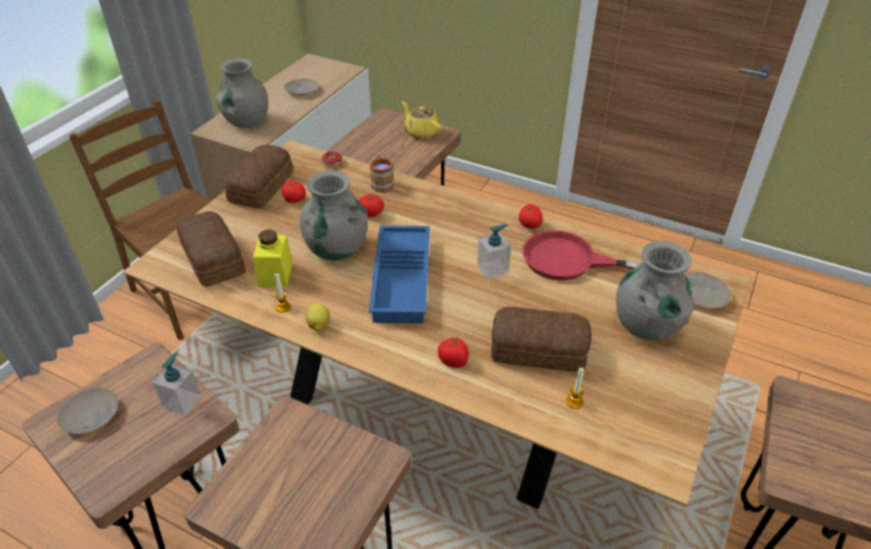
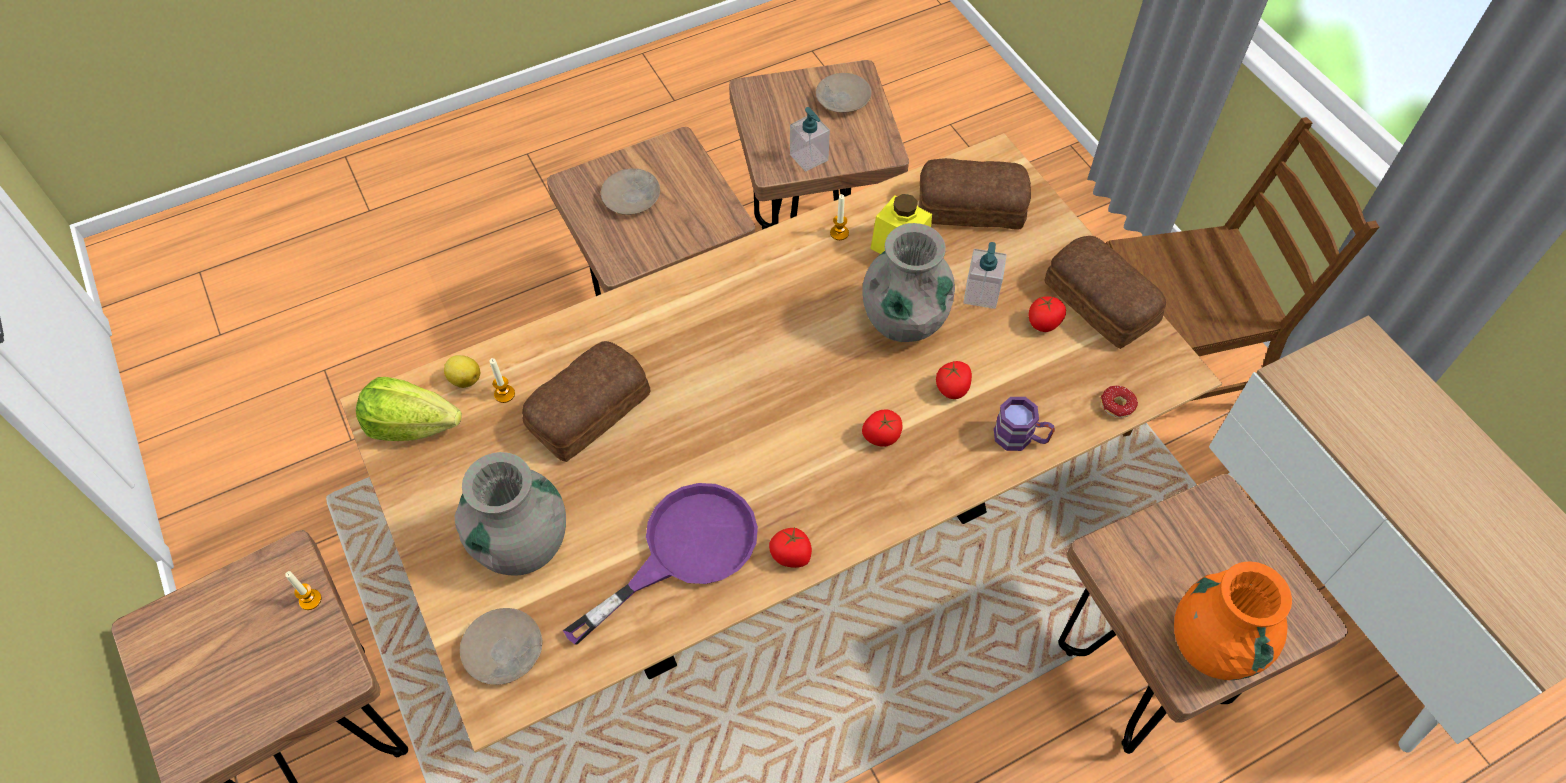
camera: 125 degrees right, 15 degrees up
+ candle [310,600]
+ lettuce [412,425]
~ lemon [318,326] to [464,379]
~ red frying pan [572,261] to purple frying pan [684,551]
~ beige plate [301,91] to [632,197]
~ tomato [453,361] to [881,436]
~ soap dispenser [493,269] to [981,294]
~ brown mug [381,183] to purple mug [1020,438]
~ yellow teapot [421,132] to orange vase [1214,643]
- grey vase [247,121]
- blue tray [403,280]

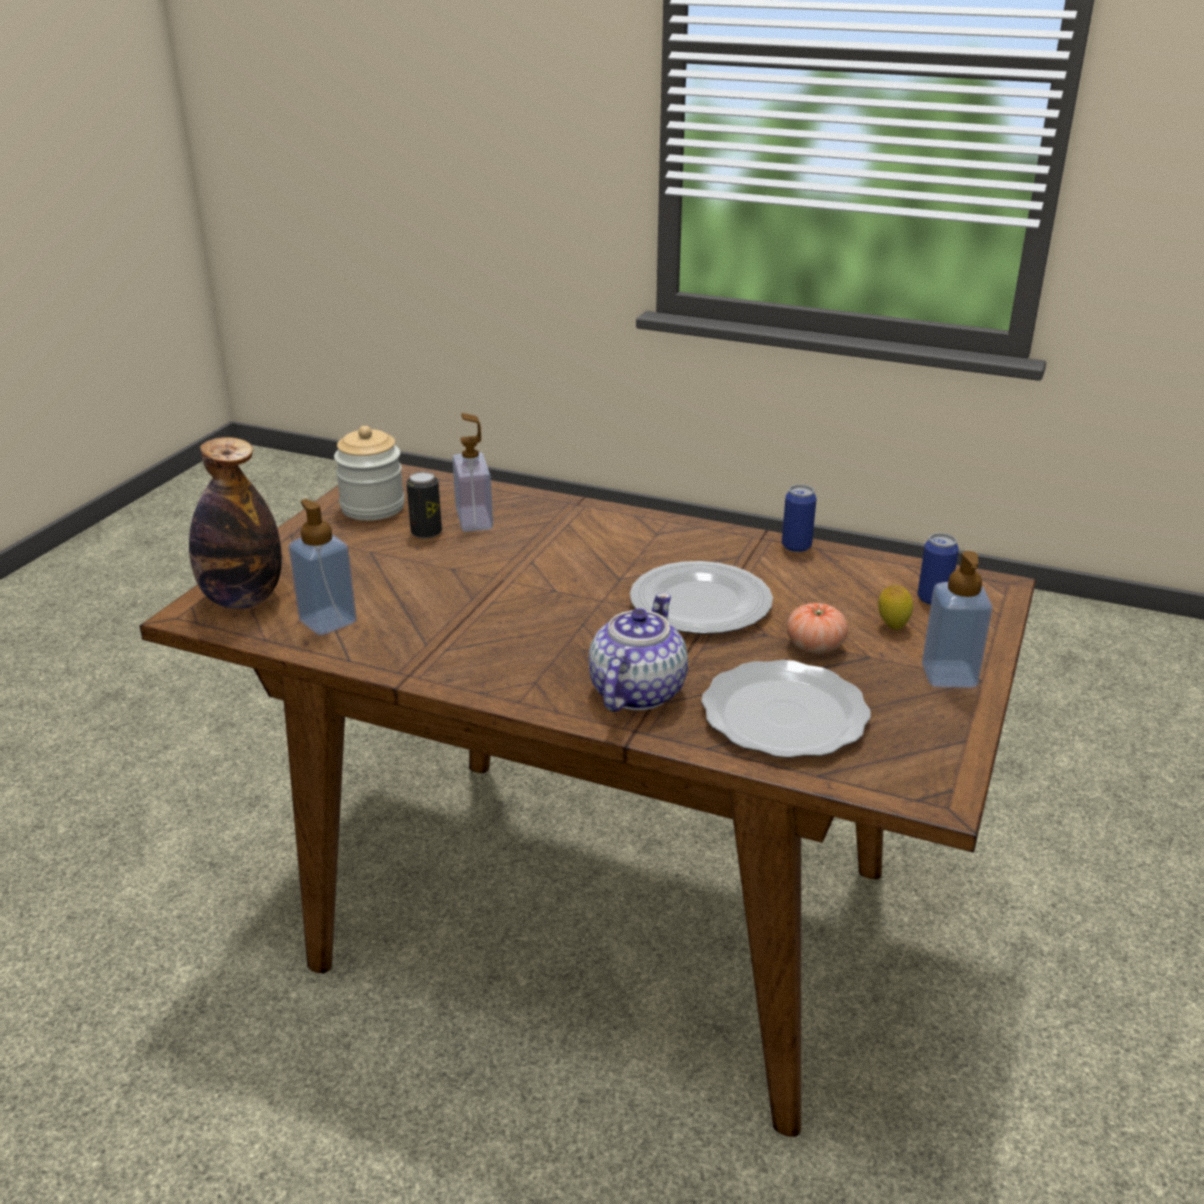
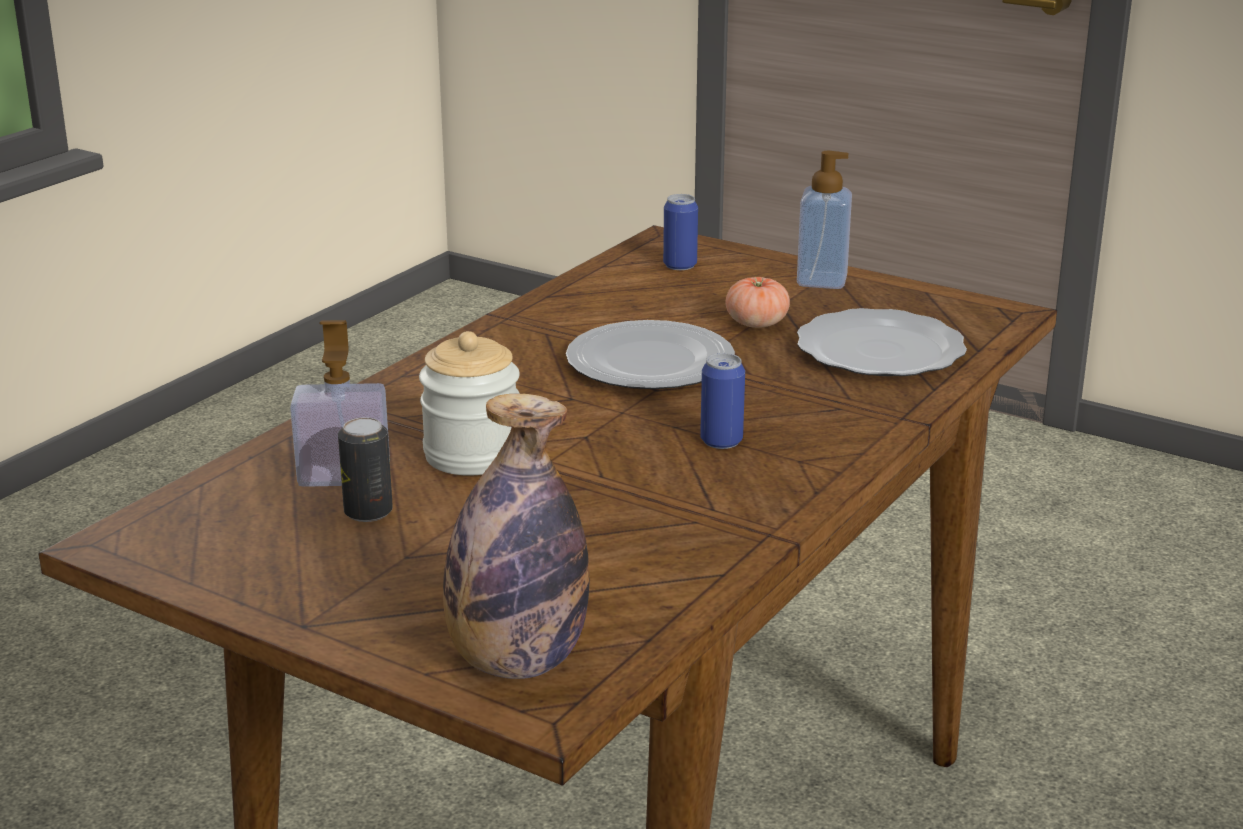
camera: 80 degrees left, 5 degrees down
~ jar [372,507] to [472,455]
~ can [796,546] to [721,441]
- soap dispenser [328,621]
- teapot [635,692]
- lemon [892,626]

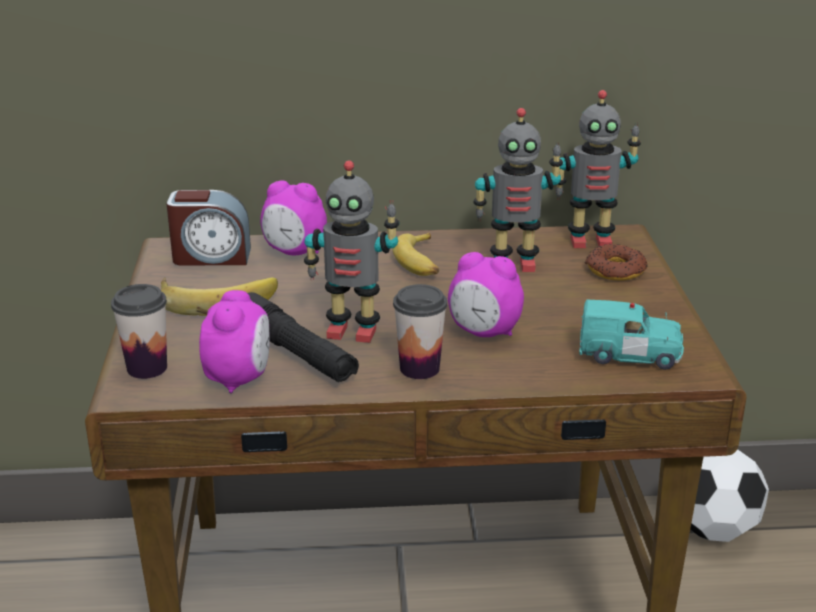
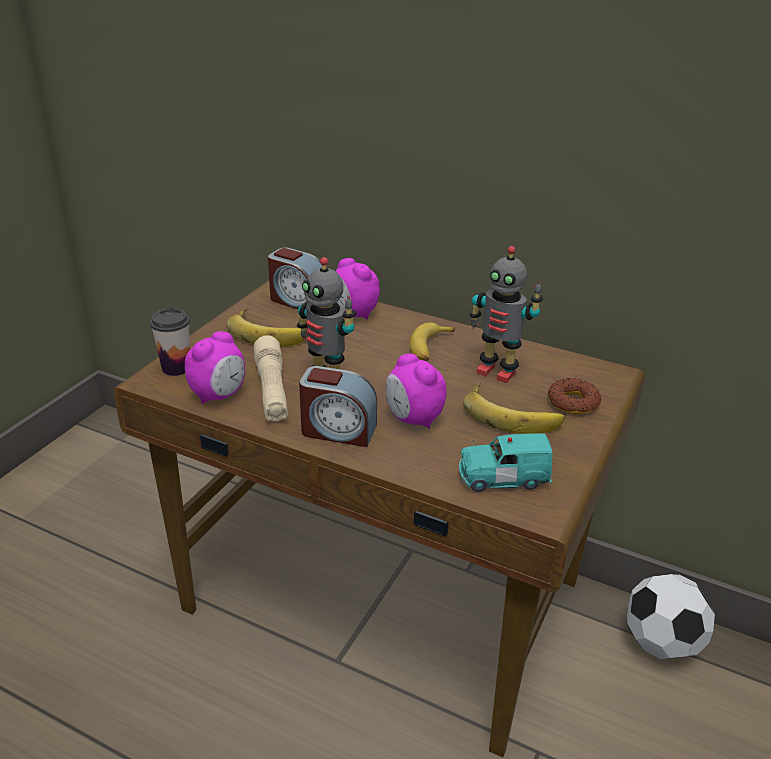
camera: 30 degrees right, 5 degrees up
~ black flashlight [295,354] to beige flashlight [272,390]
~ cup [419,368] to alarm clock [338,430]
~ turquoise toy car [630,355] = [502,478] 135 degrees clockwise
+ banana [512,413]
- toy robot [590,241]

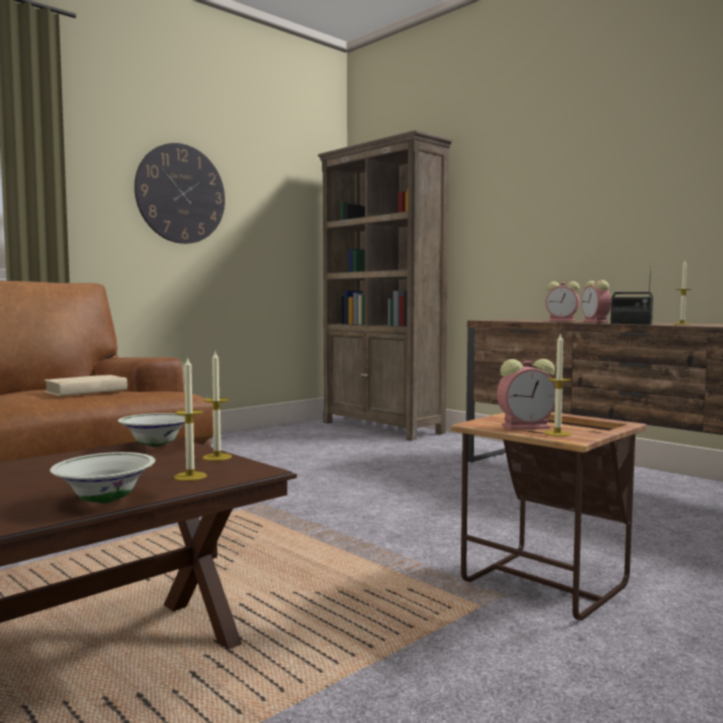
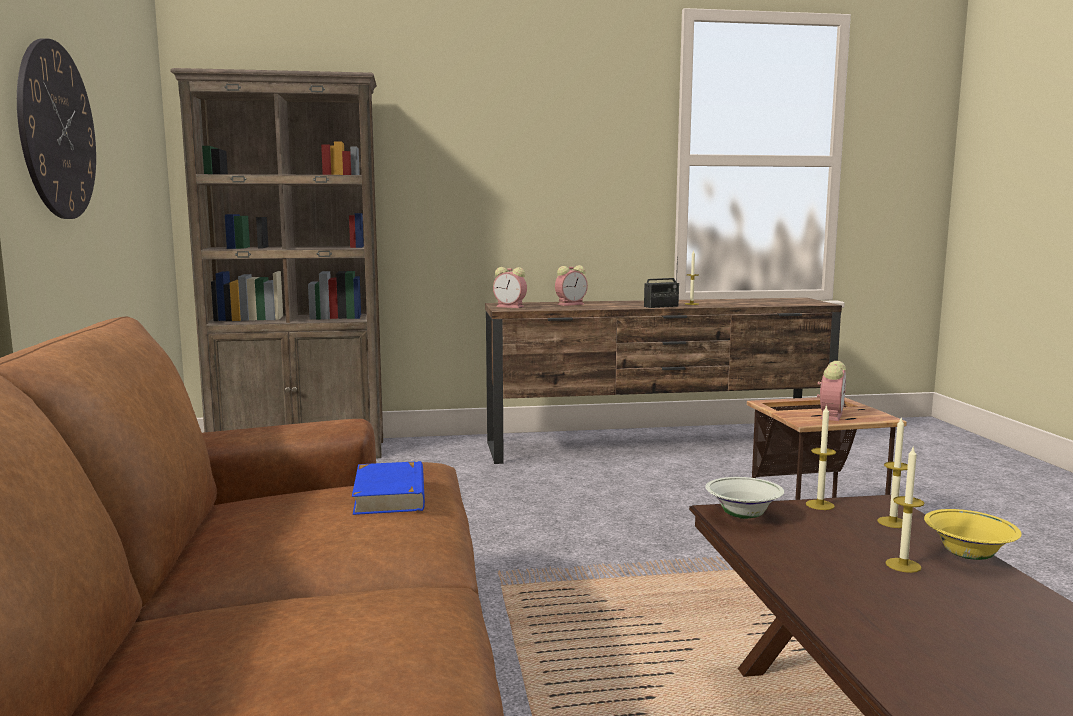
camera: 55 degrees left, 5 degrees up
~ beige book [86,391] to blue book [391,495]
~ alarm clock [596,322] to [511,306]
~ candle [557,433] to [903,565]
~ white bowl [105,501] to yellow bowl [968,556]

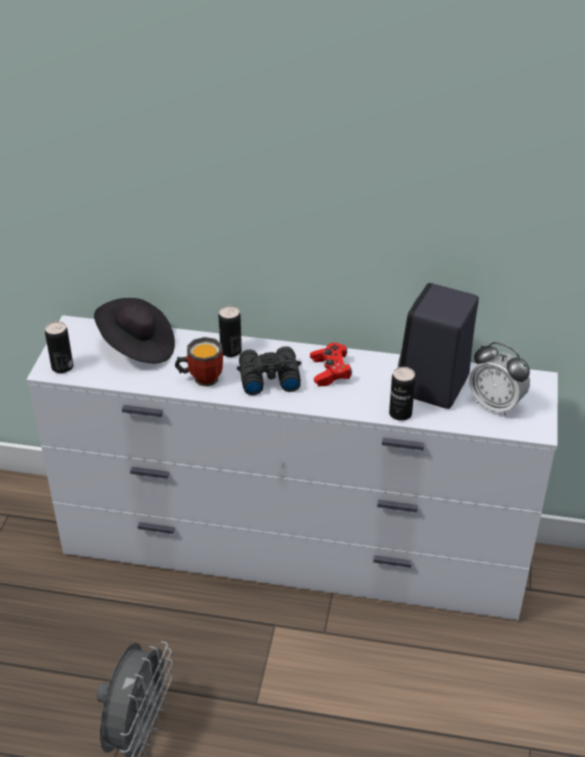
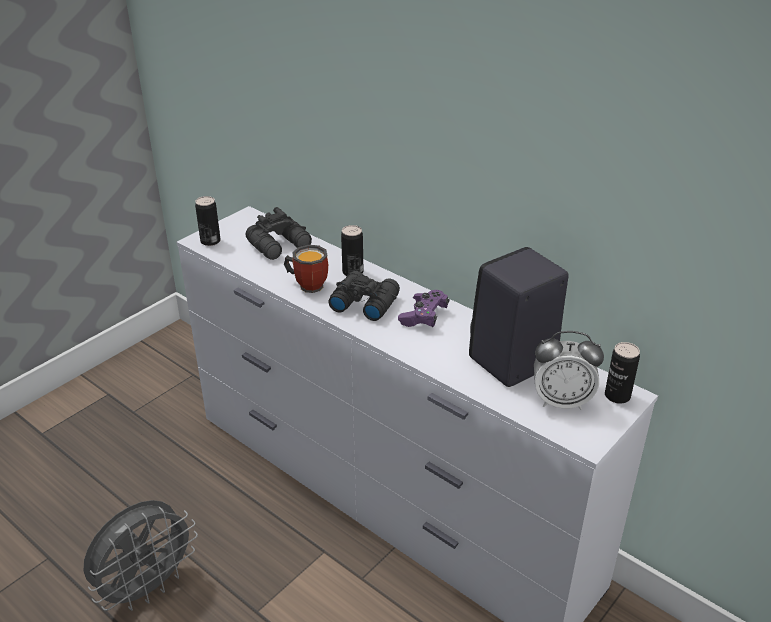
camera: 30 degrees right, 5 degrees down
~ black hat [137,347] to black binoculars [281,245]
~ red game controller [330,371] to purple game controller [423,316]
~ alarm clock [495,405] = [561,401] 60 degrees counterclockwise
~ can [400,414] to [617,396]

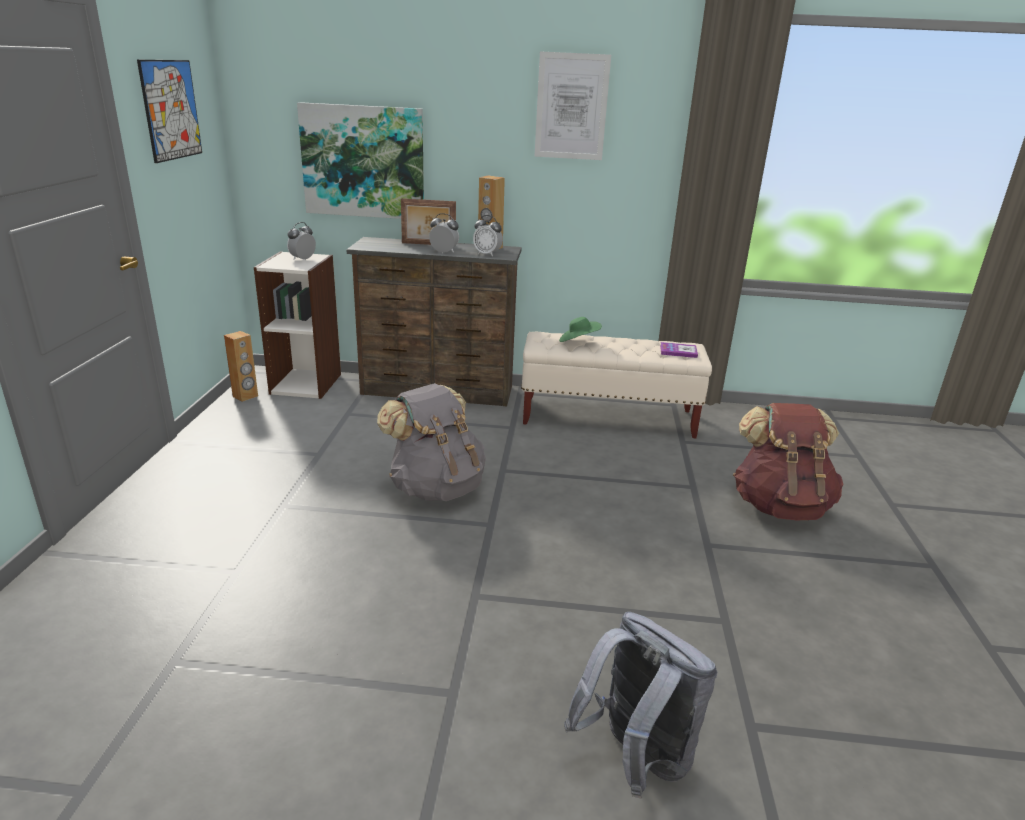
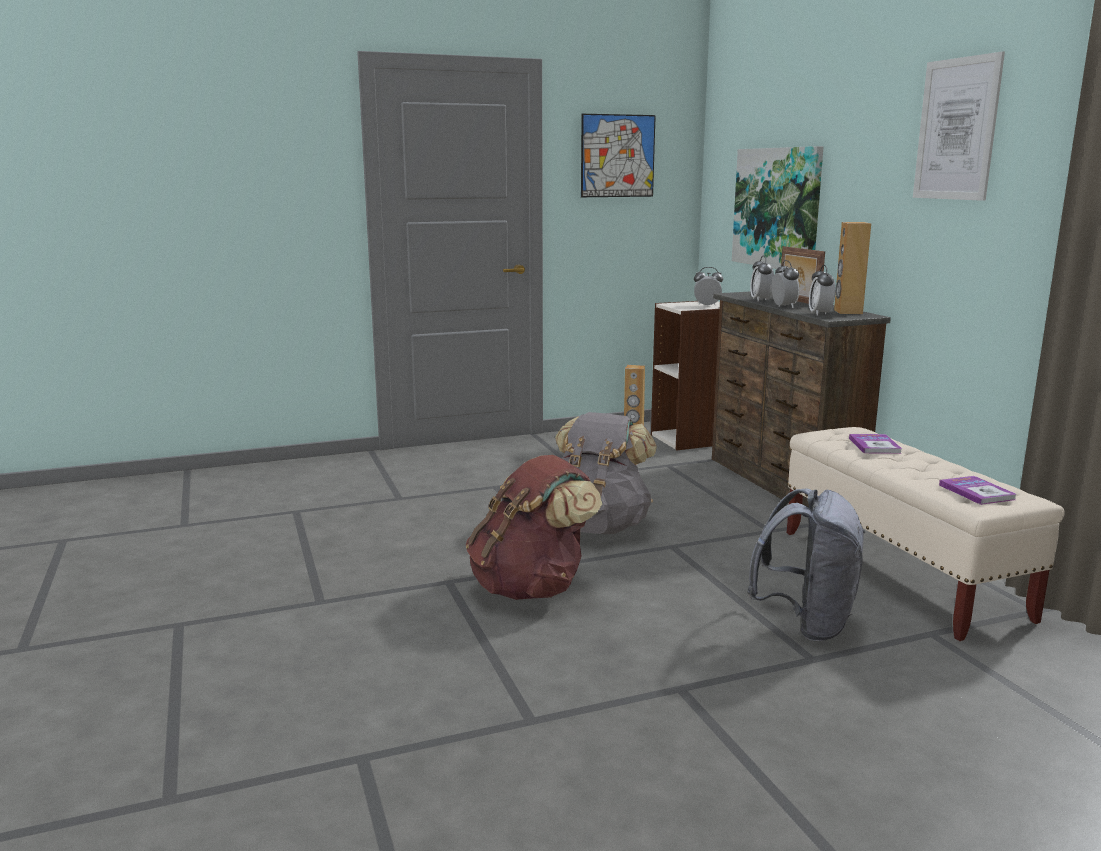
camera: 65 degrees right, 10 degrees down
~ brown backpack [779,505] to [532,588]
~ grey backpack [635,758] to [806,623]
+ alarm clock [760,300]
~ green hat [578,342] to book [874,445]

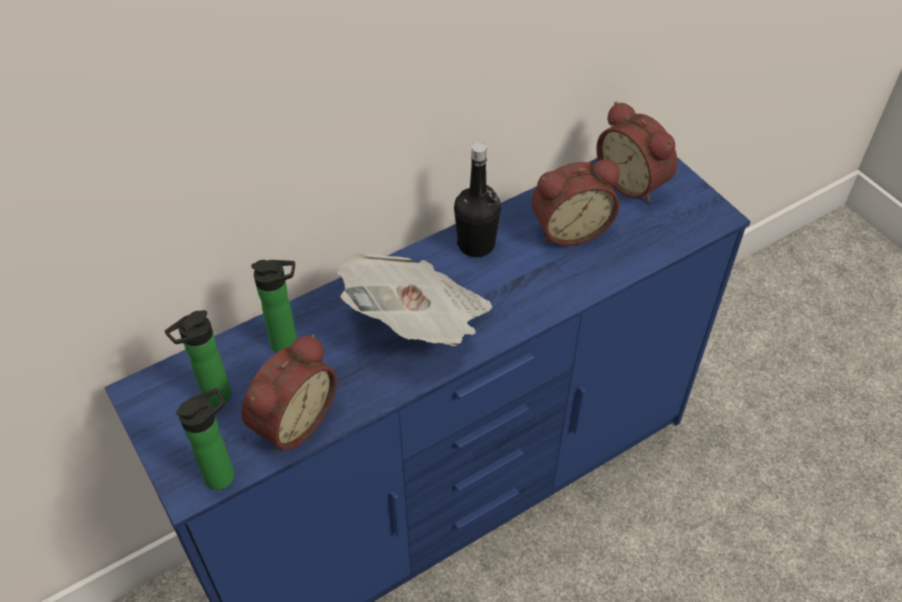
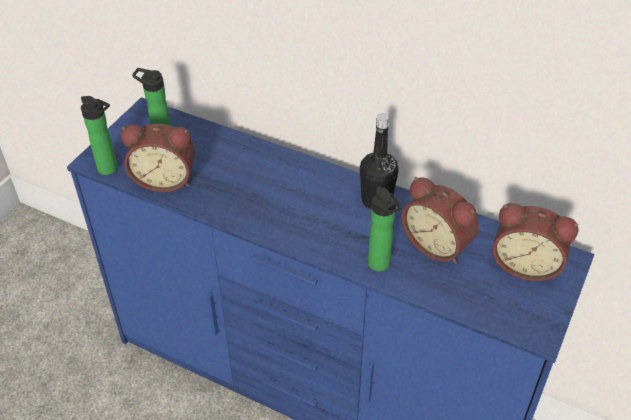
camera: 60 degrees right, 5 degrees down
~ bottle [288,343] to [380,265]
~ alarm clock [634,181] = [526,264] 90 degrees counterclockwise
- newspaper [418,322]

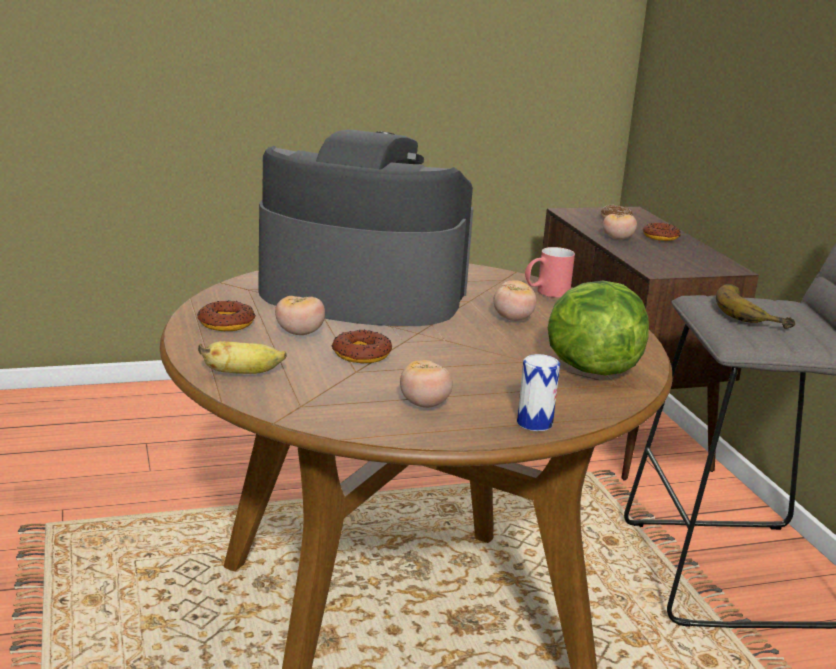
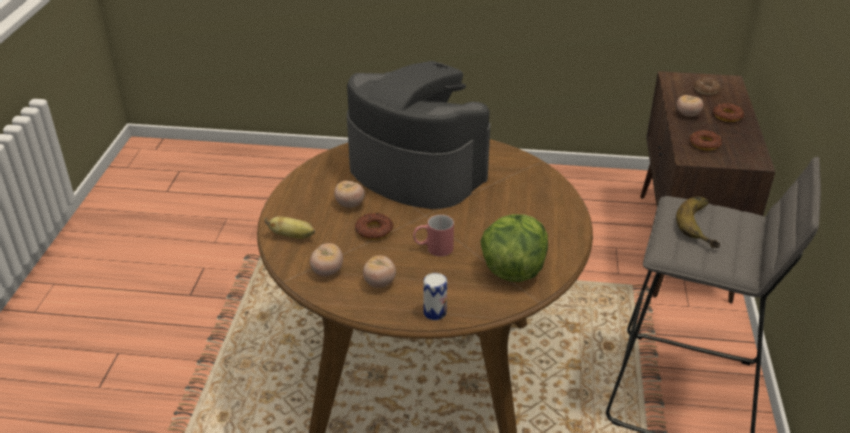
camera: 25 degrees right, 15 degrees up
~ tomato [513,319] to [327,271]
~ red mug [546,293] to [433,249]
~ donut [226,323] to [705,144]

